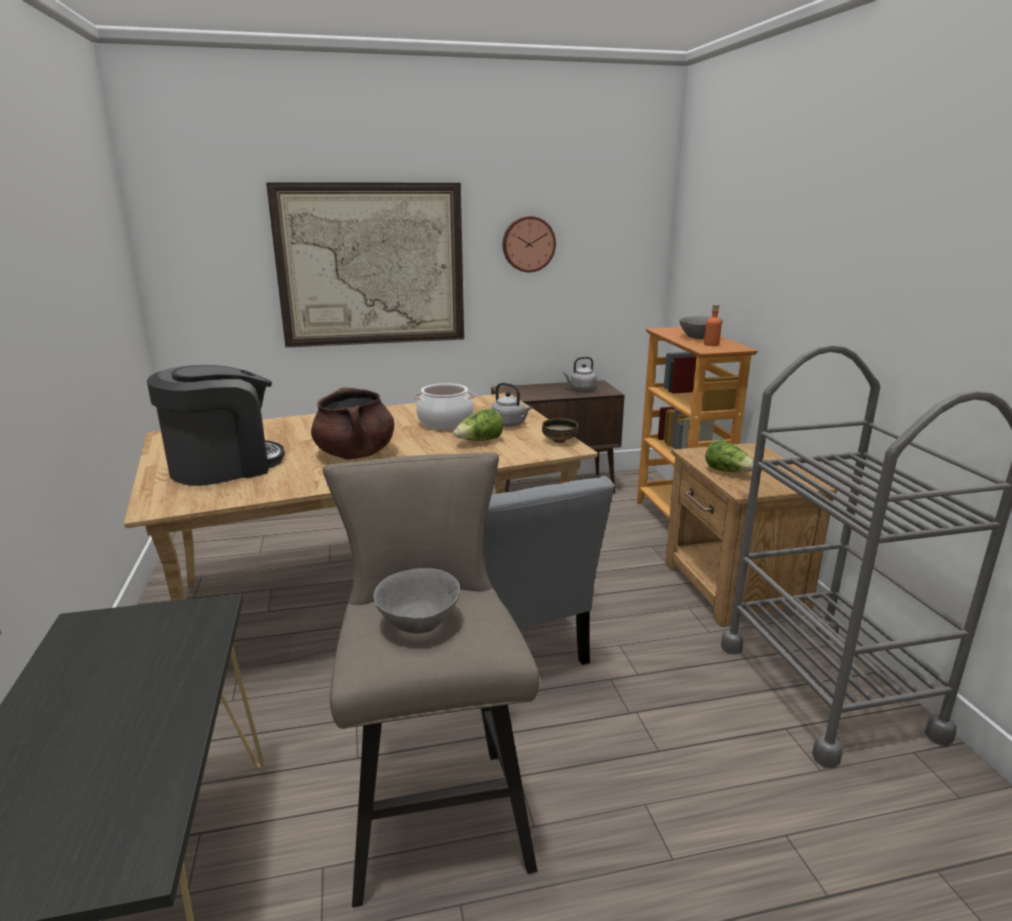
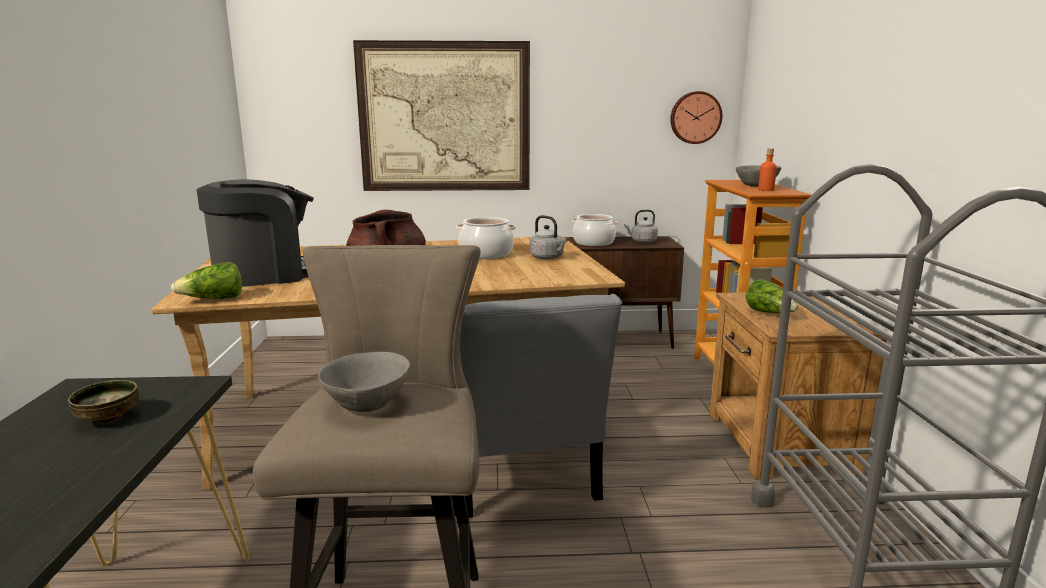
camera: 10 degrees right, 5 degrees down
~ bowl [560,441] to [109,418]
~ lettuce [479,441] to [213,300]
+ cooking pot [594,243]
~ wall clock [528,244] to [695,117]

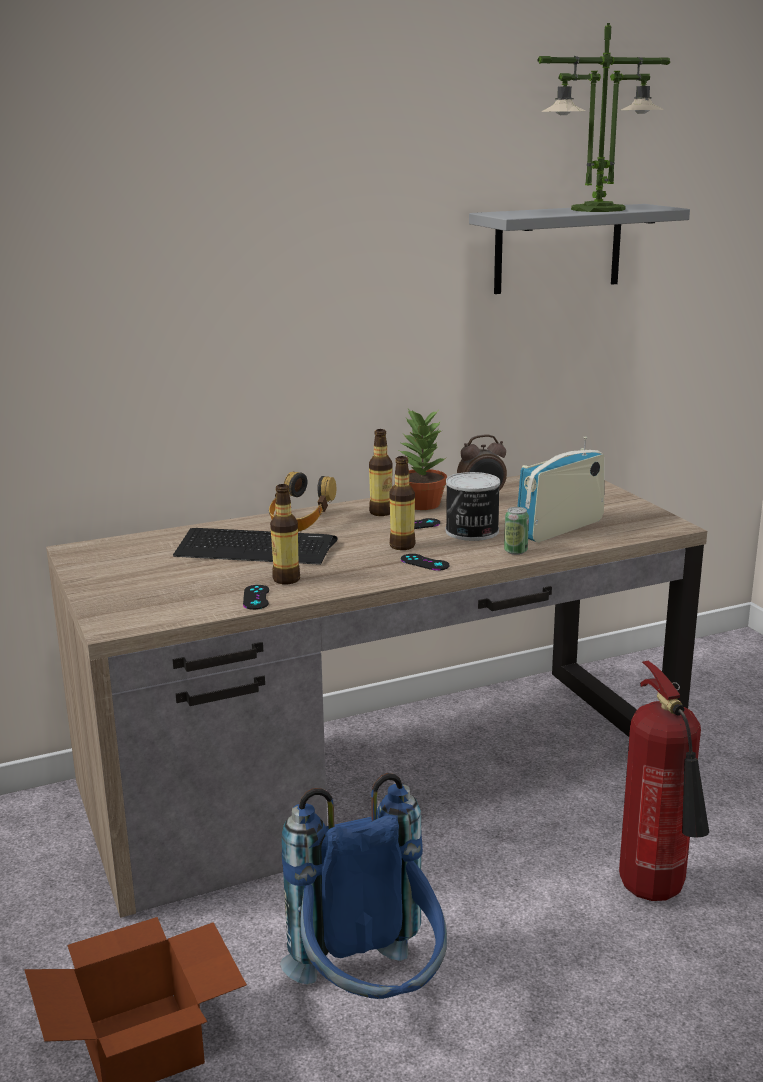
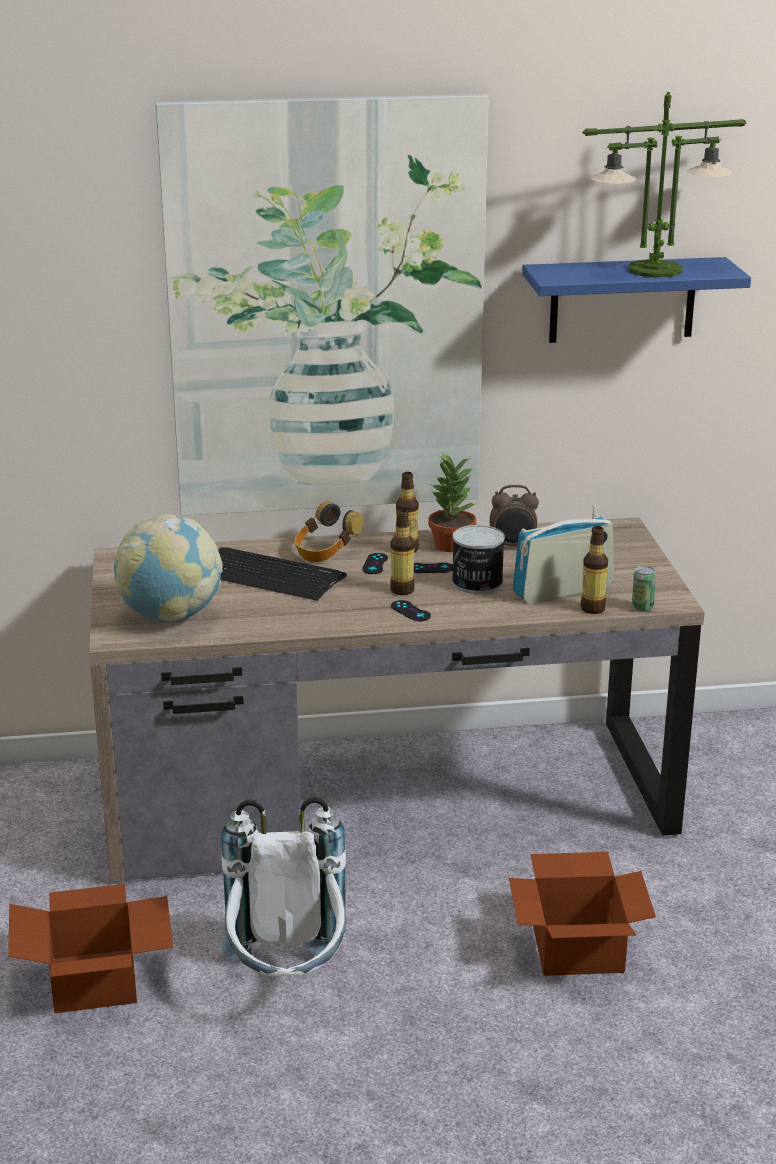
camera: 15 degrees right, 5 degrees up
+ globe [170,616]
+ picture [326,311]
~ blue backpack [371,997] to white backpack [287,981]
~ black game controller [256,597] to [375,564]
~ fire extinguisher [656,894] to cardboard box [579,946]
~ grey shelf [558,248] to blue shelf [622,300]
~ bottle [286,579] to [592,609]
~ can [515,551] to [642,607]

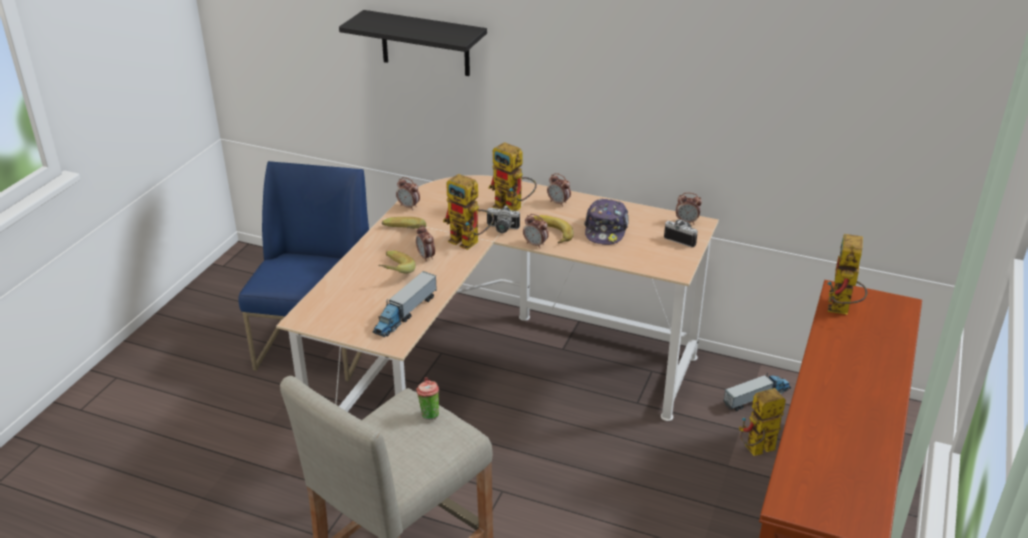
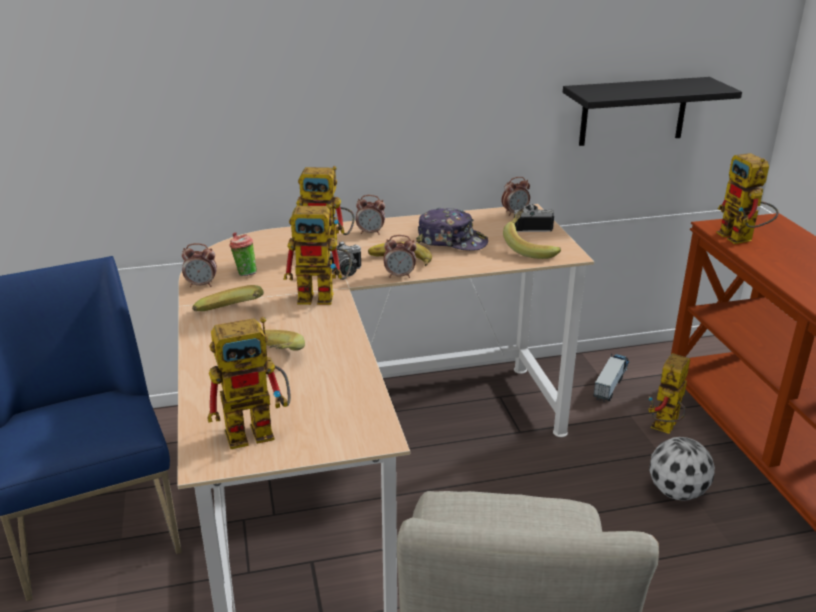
camera: 35 degrees left, 5 degrees down
+ toy robot [259,429]
~ cup [429,414] to [244,273]
~ cap [606,230] = [451,241] 45 degrees counterclockwise
+ banana [531,248]
~ black shelf [425,43] to [633,111]
+ football [677,491]
- toy truck [405,314]
- alarm clock [426,257]

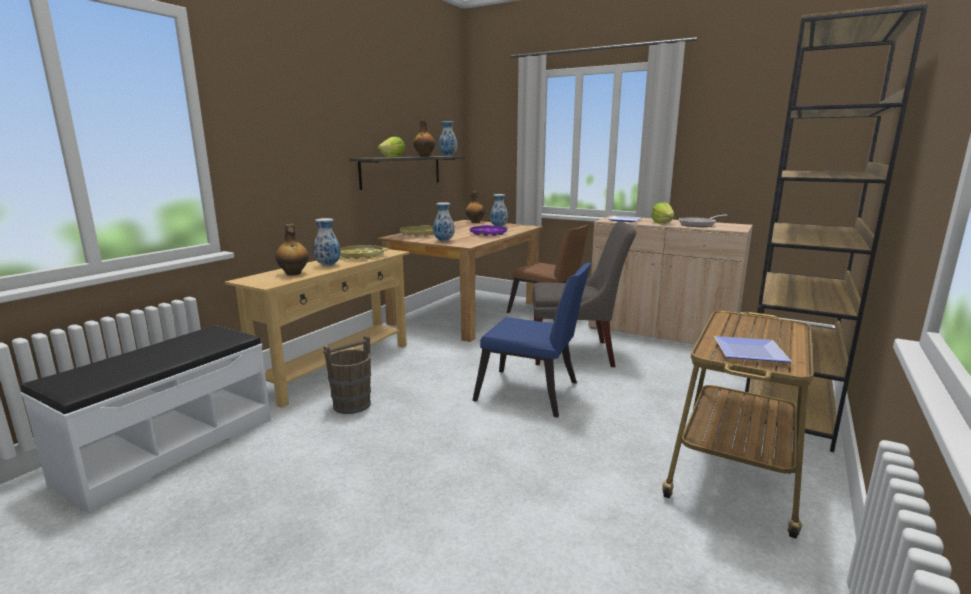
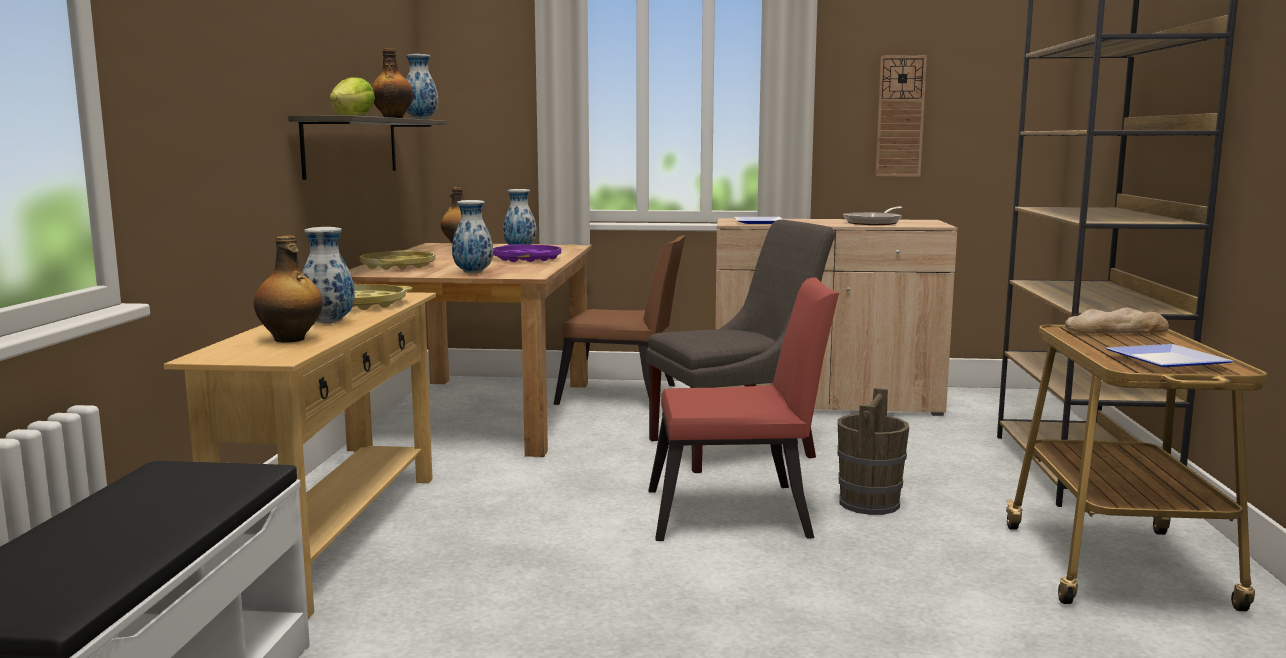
camera: 25 degrees left, 5 degrees down
~ blue chair [533,394] to red chair [739,514]
~ brown bucket [352,405] to [869,503]
+ wall clock [900,116]
+ bread [1116,330]
- lettuce [662,223]

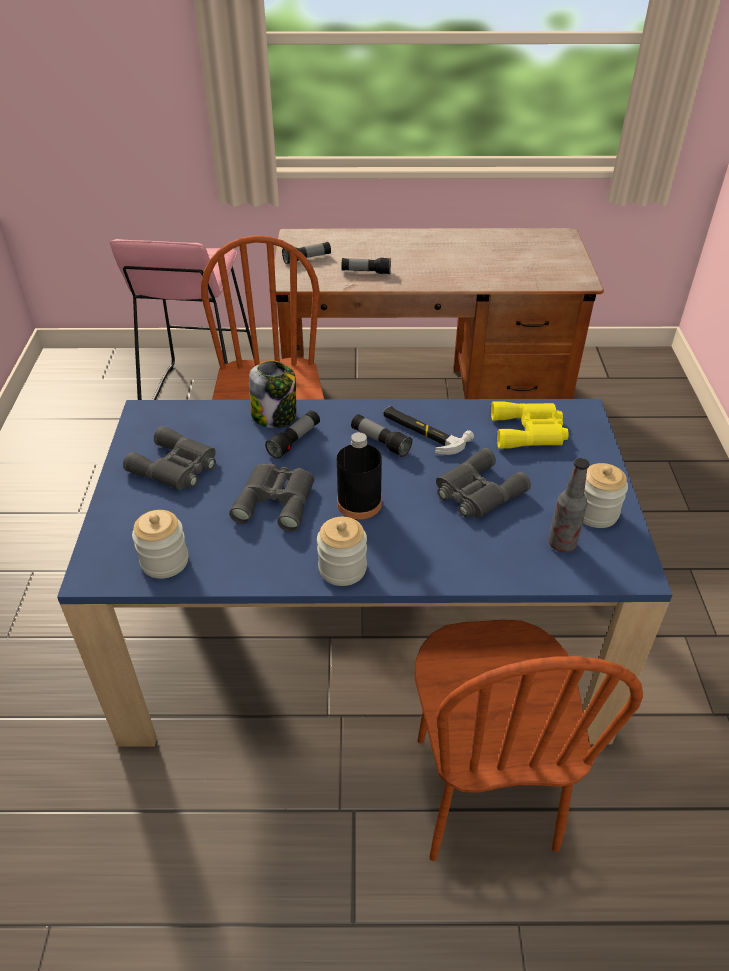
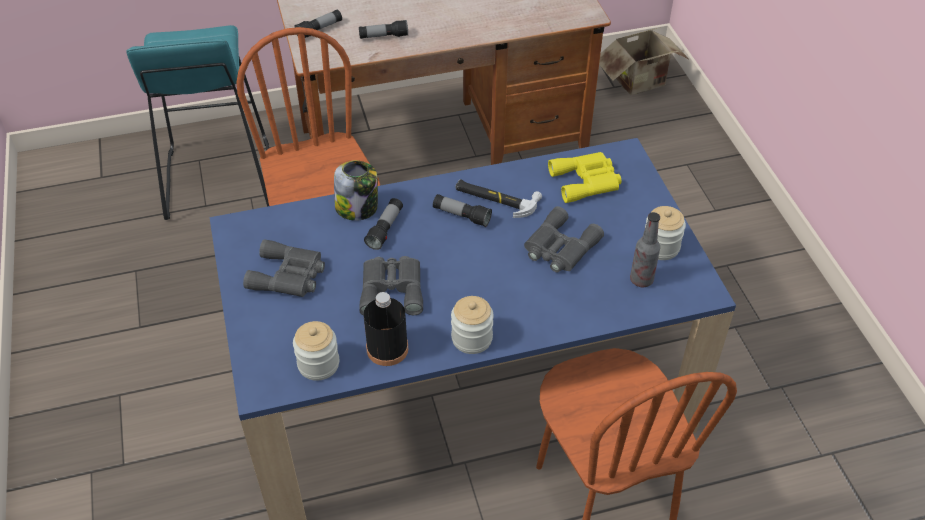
camera: 15 degrees left, 5 degrees up
~ pink stool [201,398] to turquoise stool [217,180]
~ black bottle [359,503] to [387,349]
+ cardboard box [641,83]

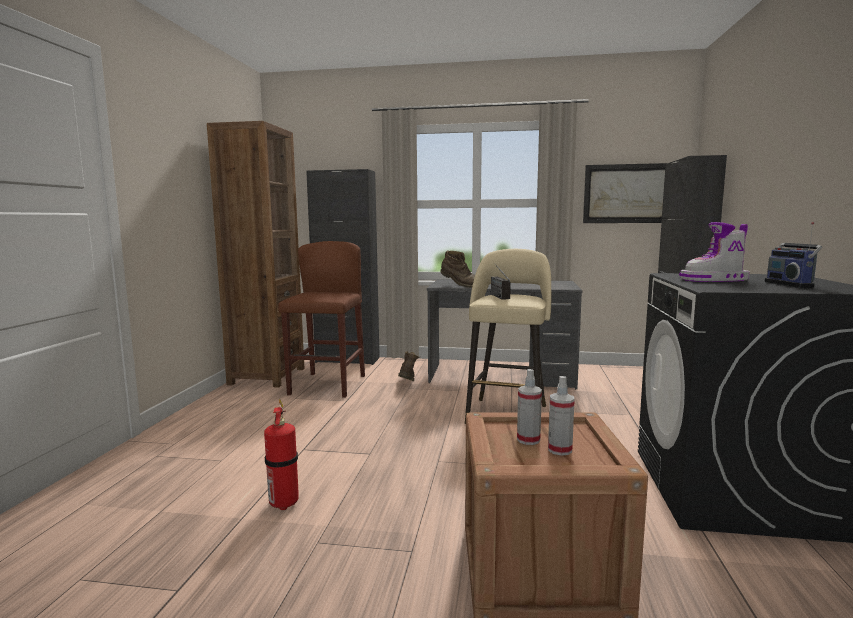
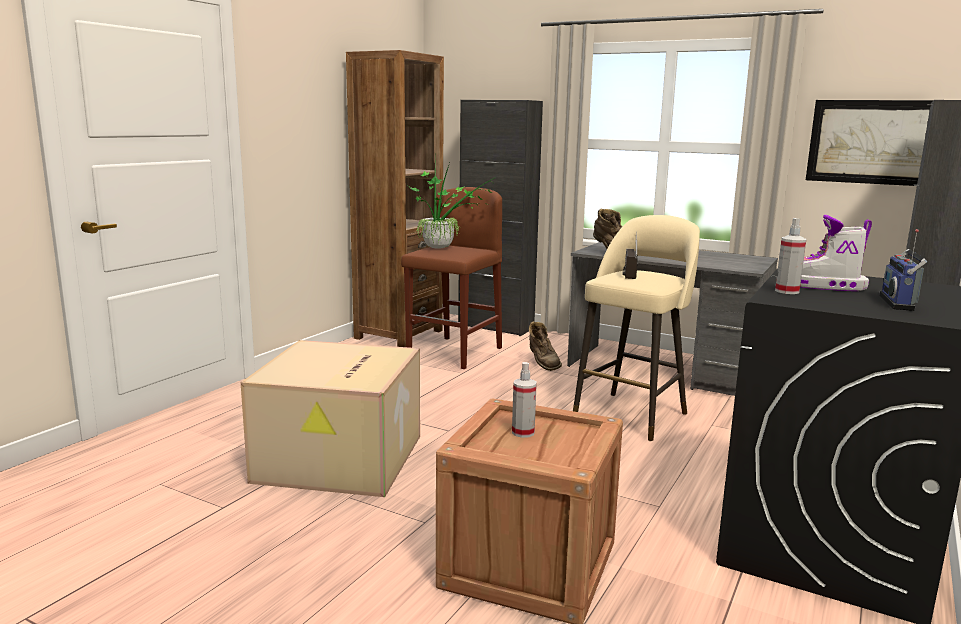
camera: 20 degrees right, 5 degrees up
~ fire extinguisher [284,503] to cardboard box [341,459]
+ potted plant [445,247]
~ brown boot [407,384] = [542,364] 135 degrees clockwise
~ spray bottle [560,450] to [787,291]

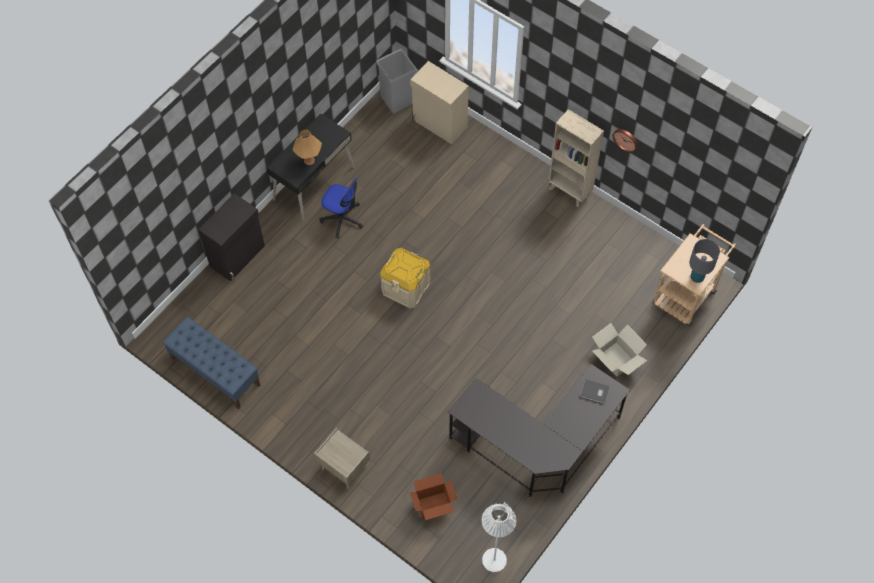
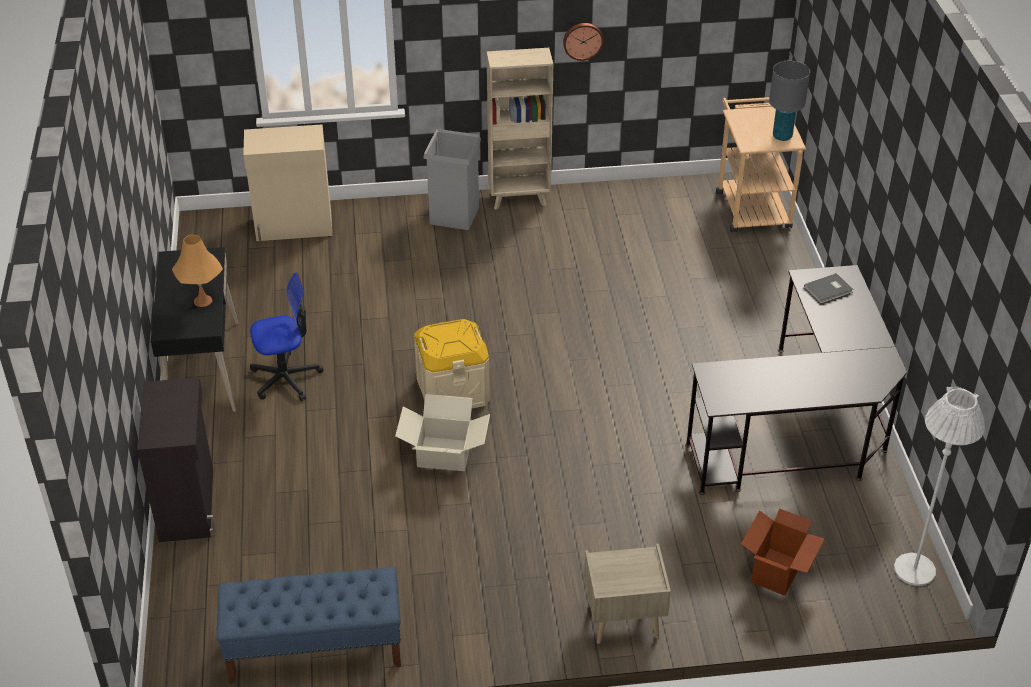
camera: 45 degrees left, 20 degrees down
~ cardboard box [616,359] to [444,454]
~ grey trash can [397,99] to [454,215]

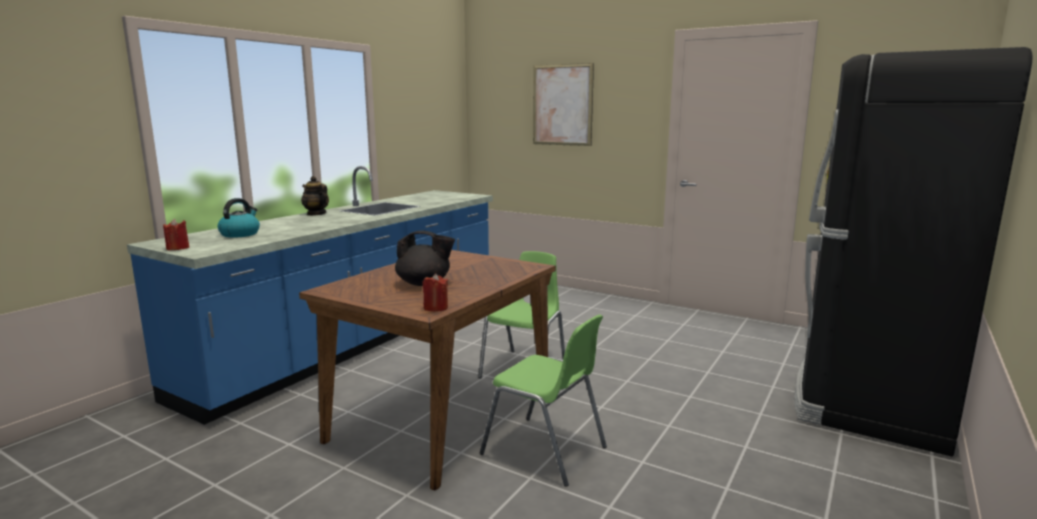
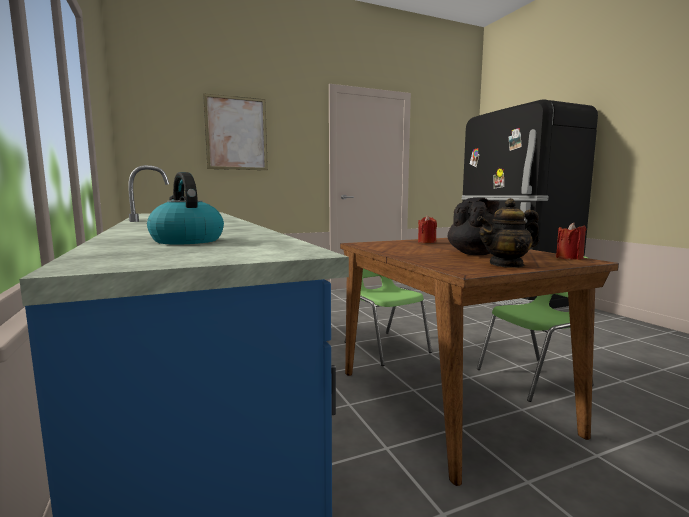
camera: 55 degrees left, 5 degrees down
~ red candle [178,248] to [427,242]
~ teapot [316,214] to [506,264]

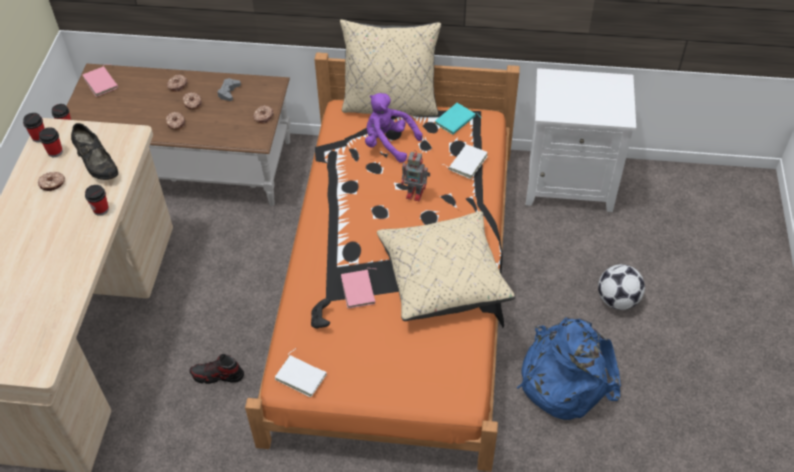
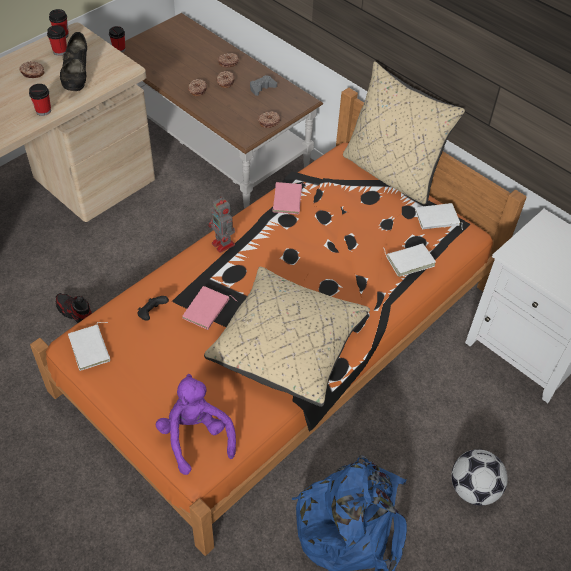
camera: 35 degrees right, 0 degrees up
~ purple plush toy [388,143] to [196,436]
~ toy robot [415,194] to [224,244]
~ pink book [102,82] to [289,200]
~ turquoise book [456,121] to white book [437,219]

